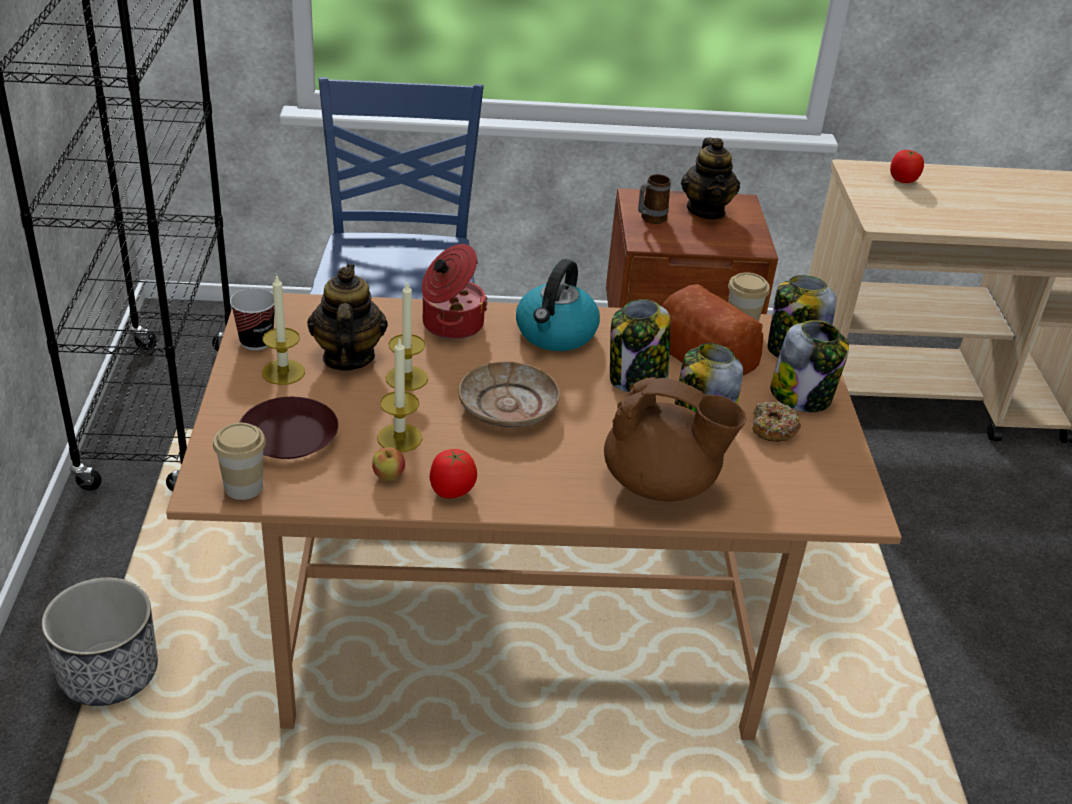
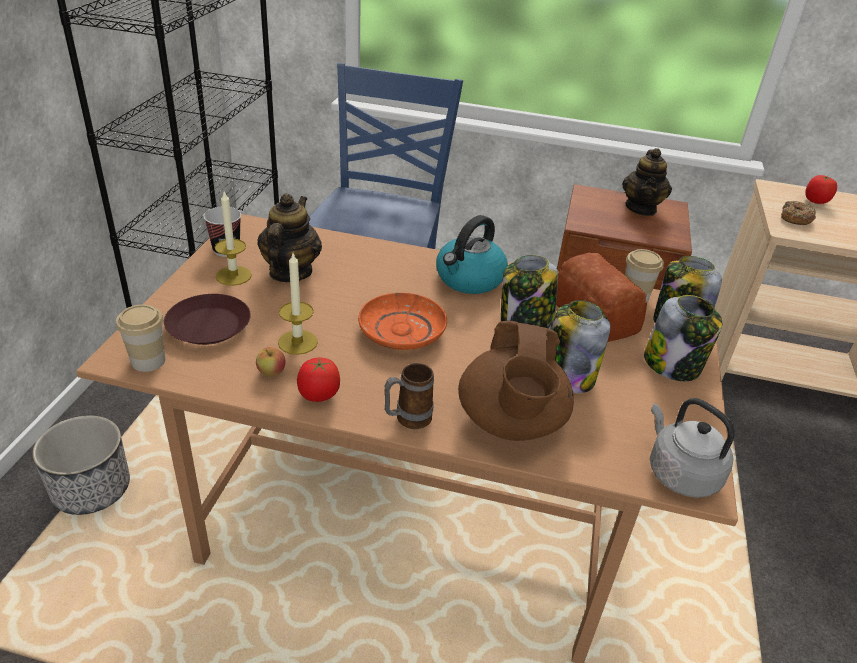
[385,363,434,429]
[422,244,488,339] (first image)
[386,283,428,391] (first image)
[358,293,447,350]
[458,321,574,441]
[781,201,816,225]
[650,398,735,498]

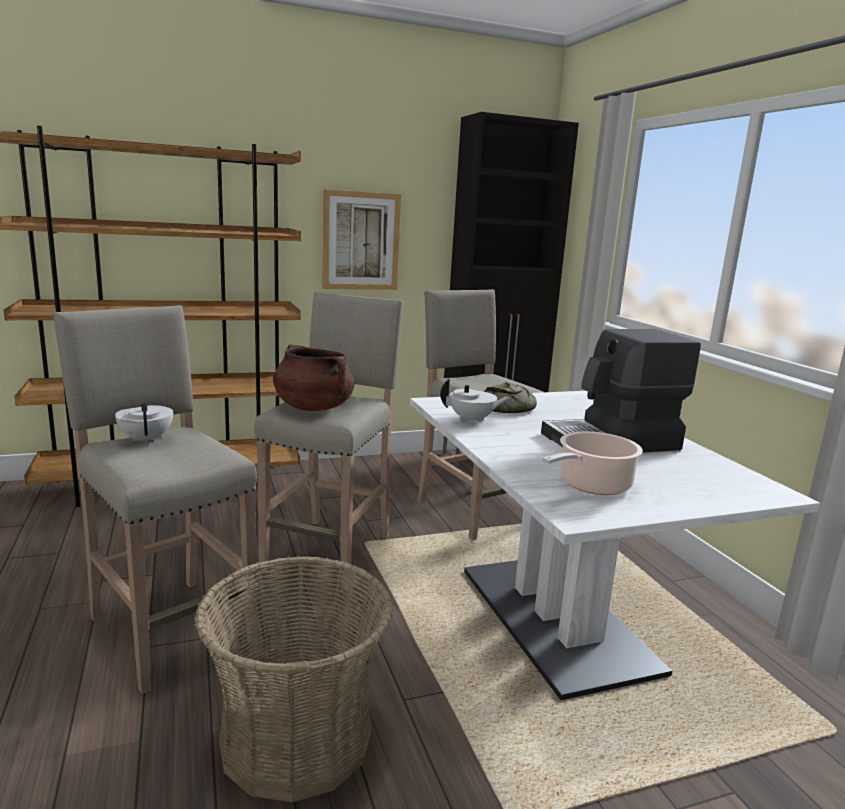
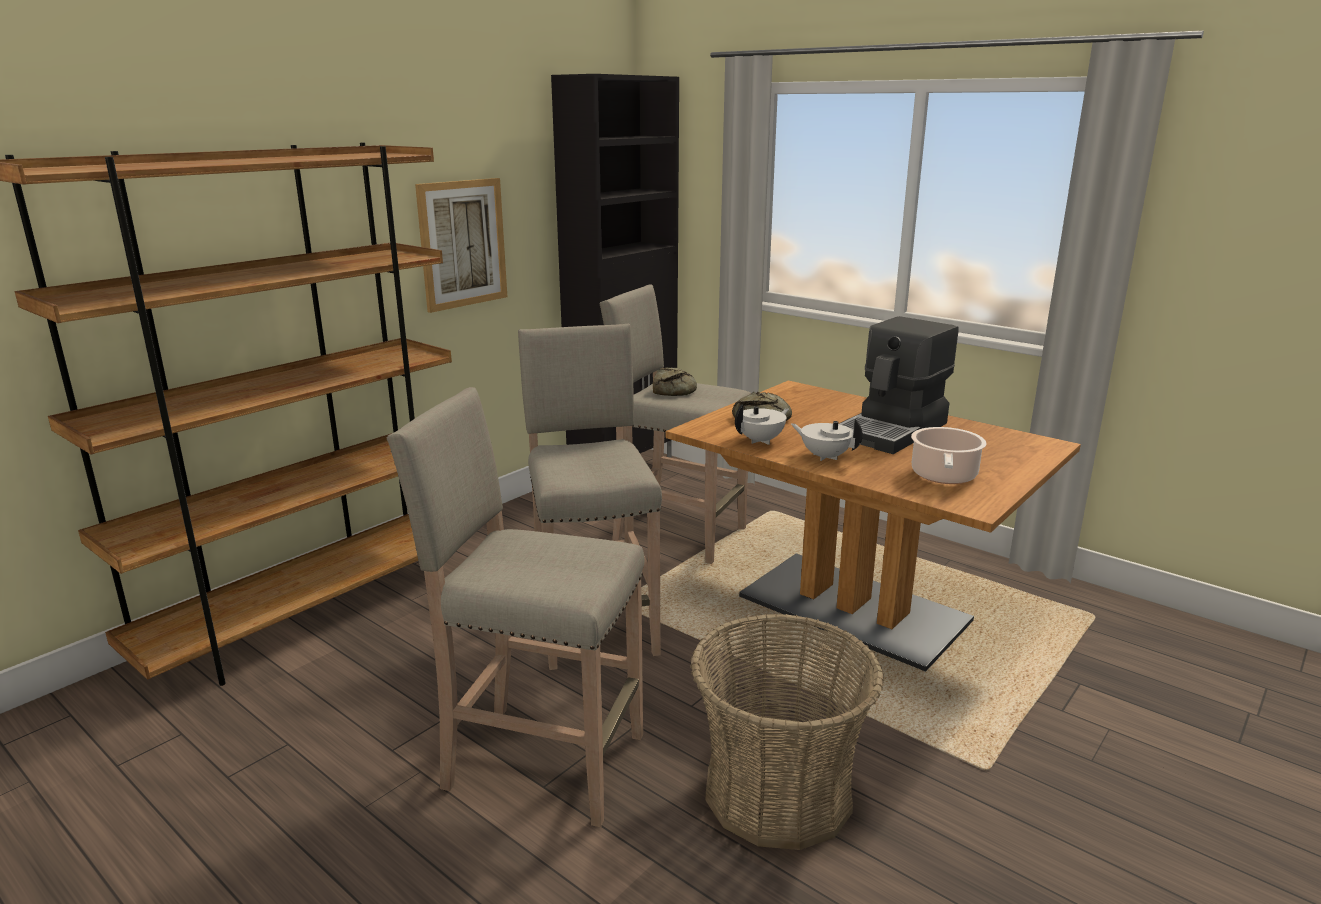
[273,344,355,411] (first image)
[666,380,1081,672]
[791,419,863,461]
[653,367,697,396]

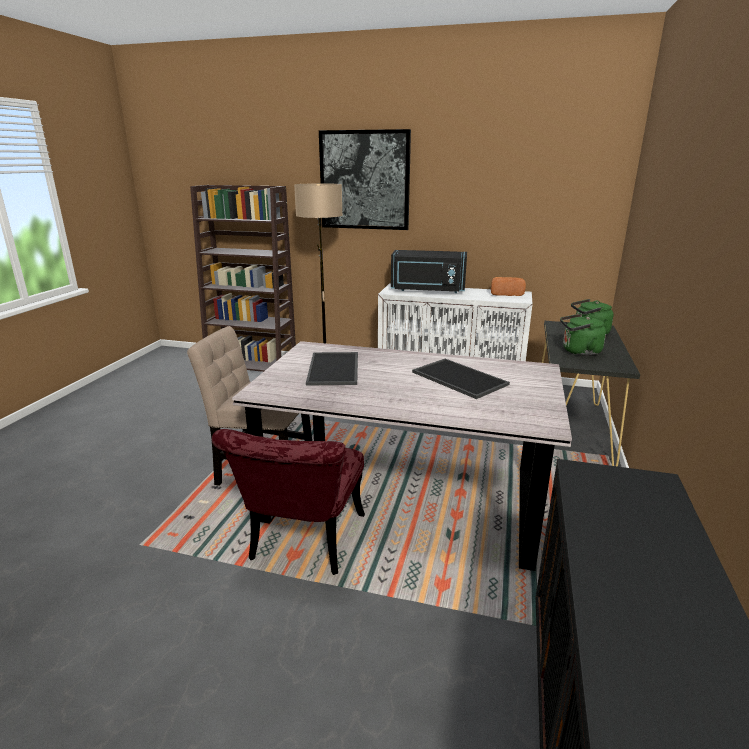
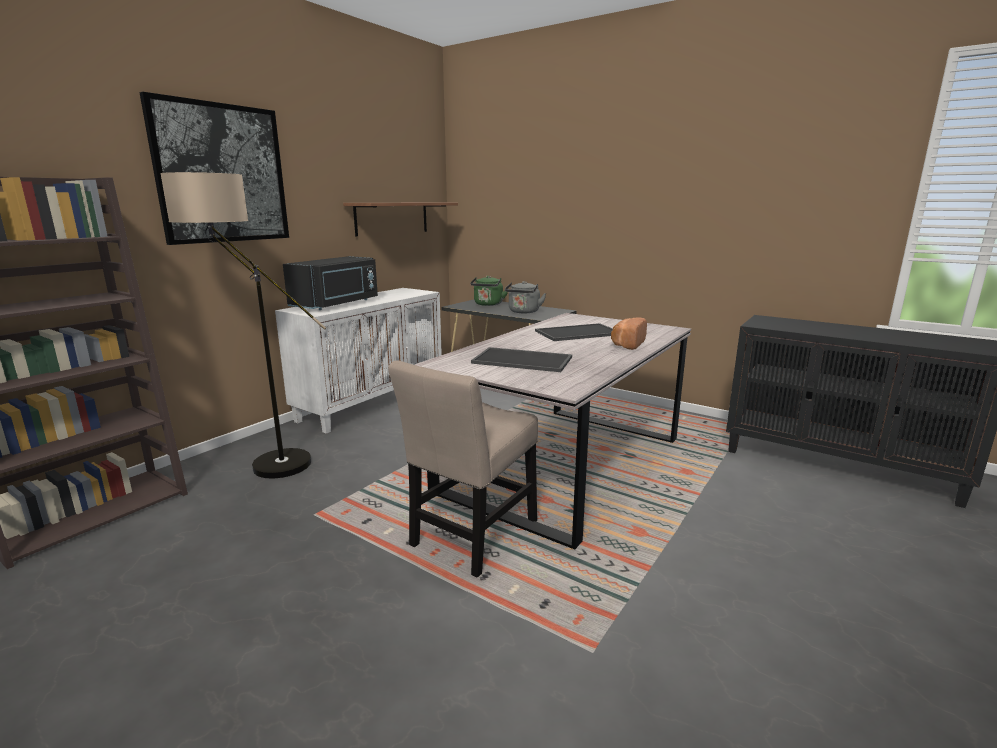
[611,318,647,350]
[505,281,546,313]
[212,429,365,575] (first image)
[343,203,458,236]

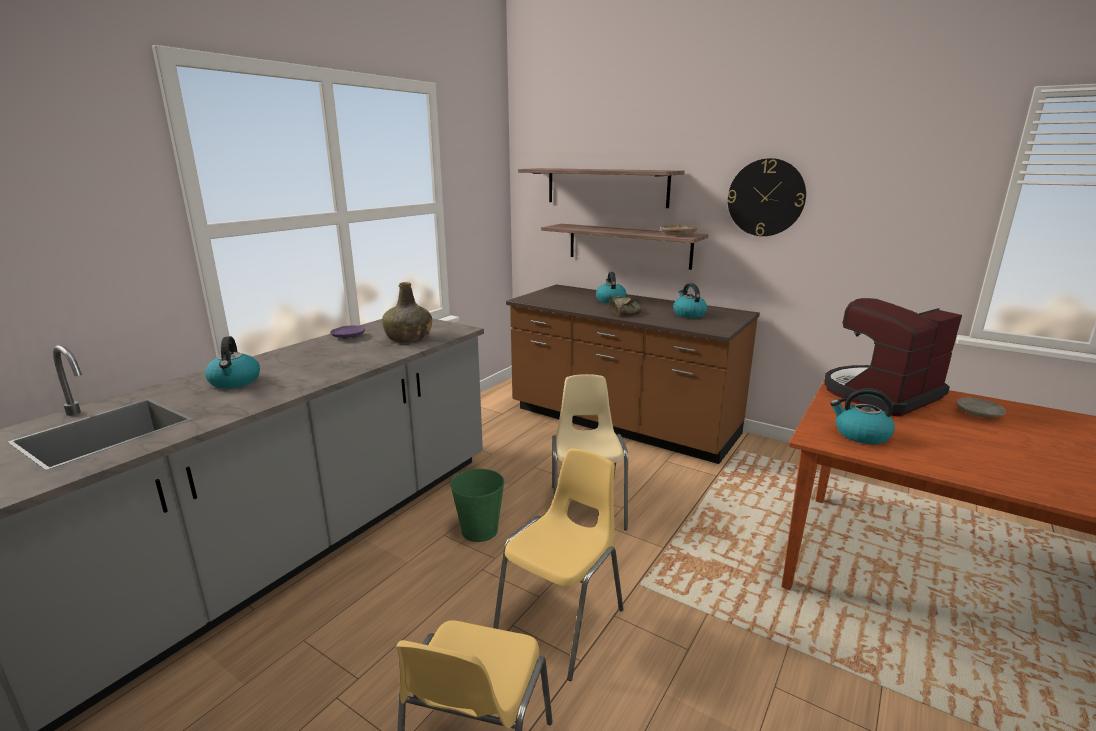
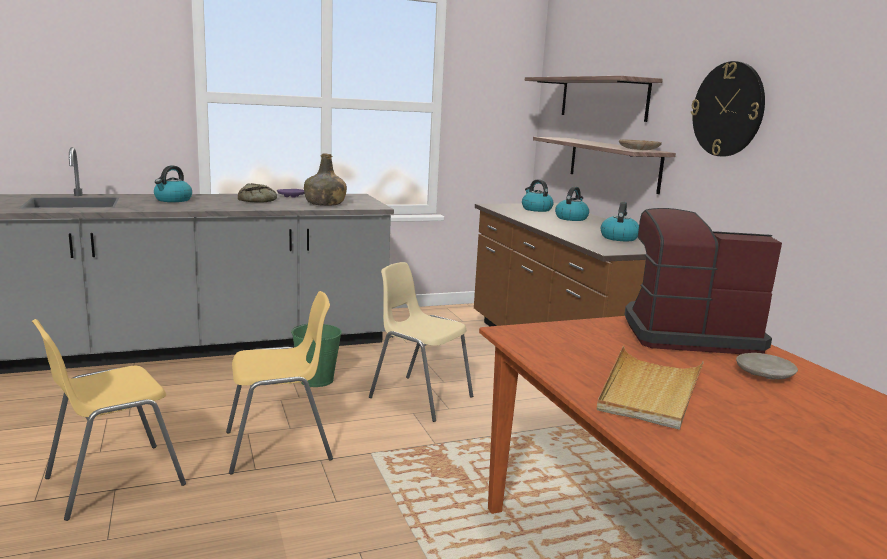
[238,183,277,203]
[369,262,473,422]
[522,179,554,212]
[597,346,704,430]

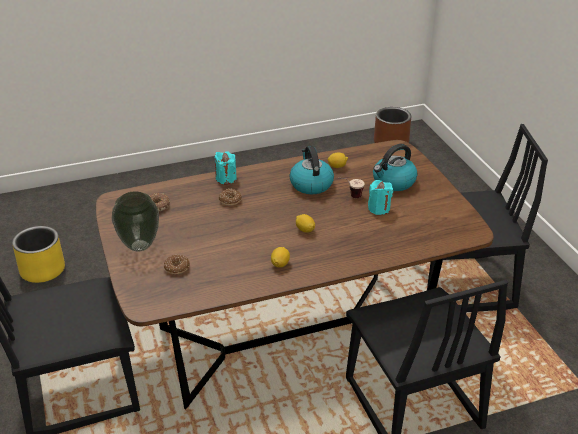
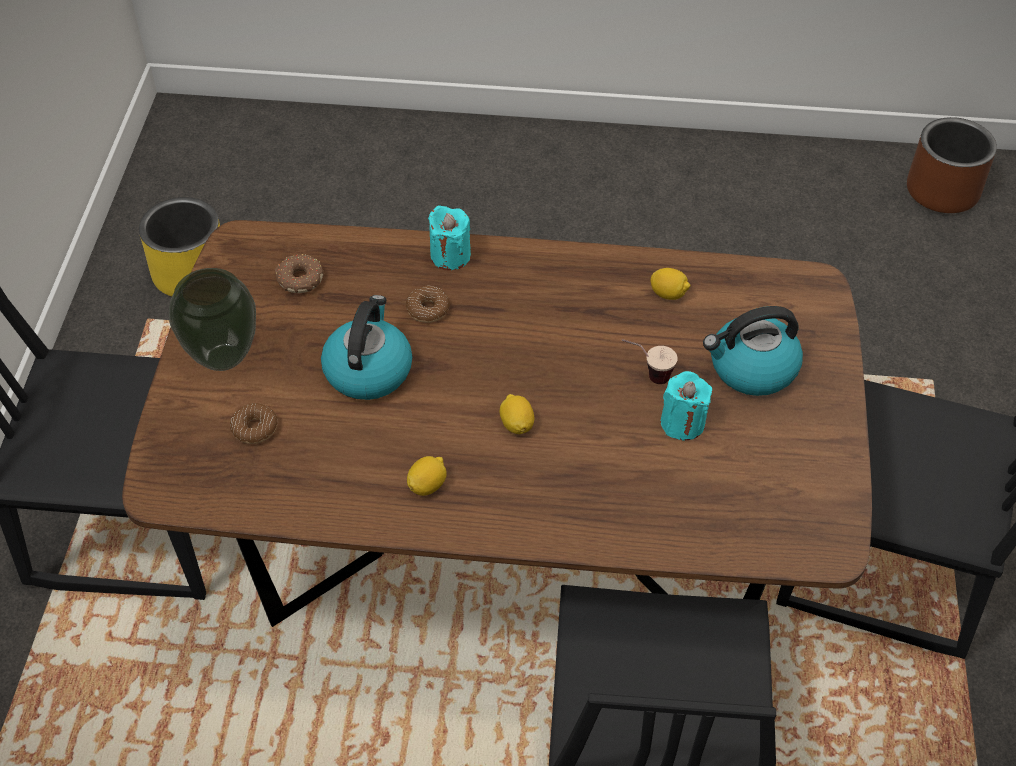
[321,295,412,400]

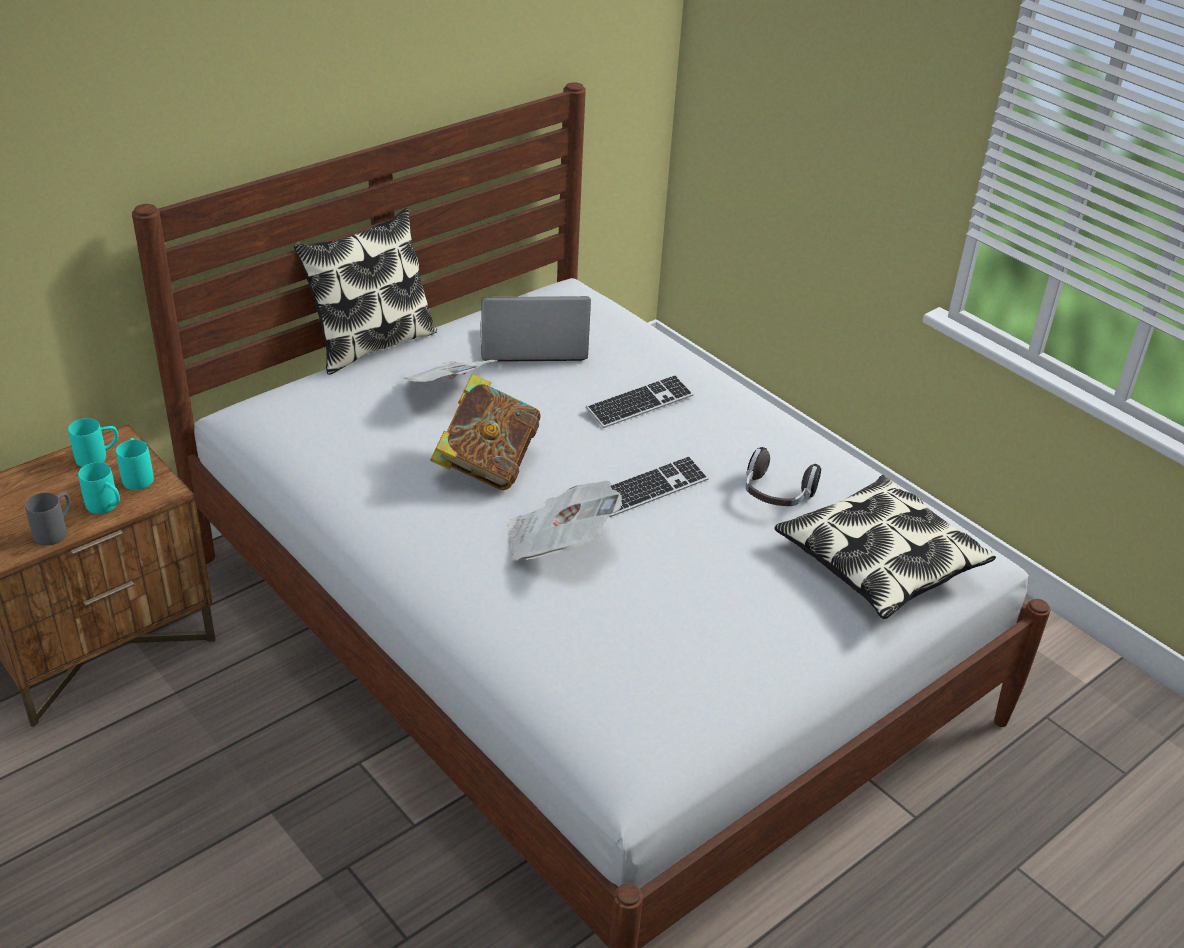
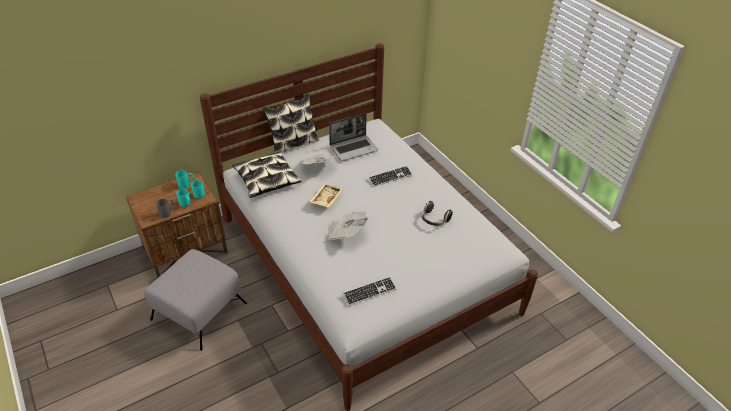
[329,113,378,161]
[309,183,343,208]
[343,277,397,306]
[232,151,302,198]
[144,249,247,351]

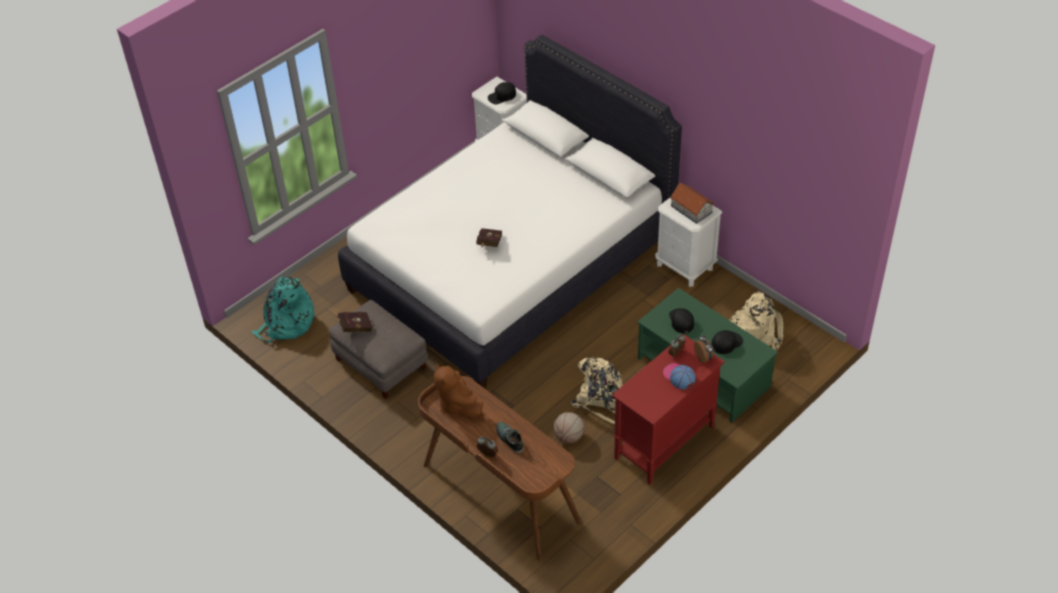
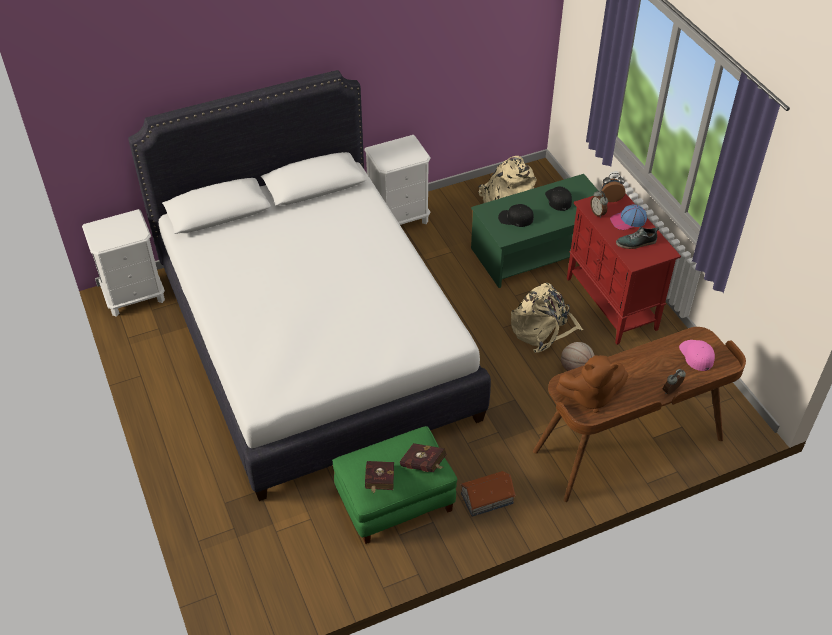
[488,82,516,104] (first image)
[460,471,516,517]
[400,443,447,472]
[252,276,314,343] (first image)
[332,426,457,544]
[616,227,659,249]
[679,340,715,371]

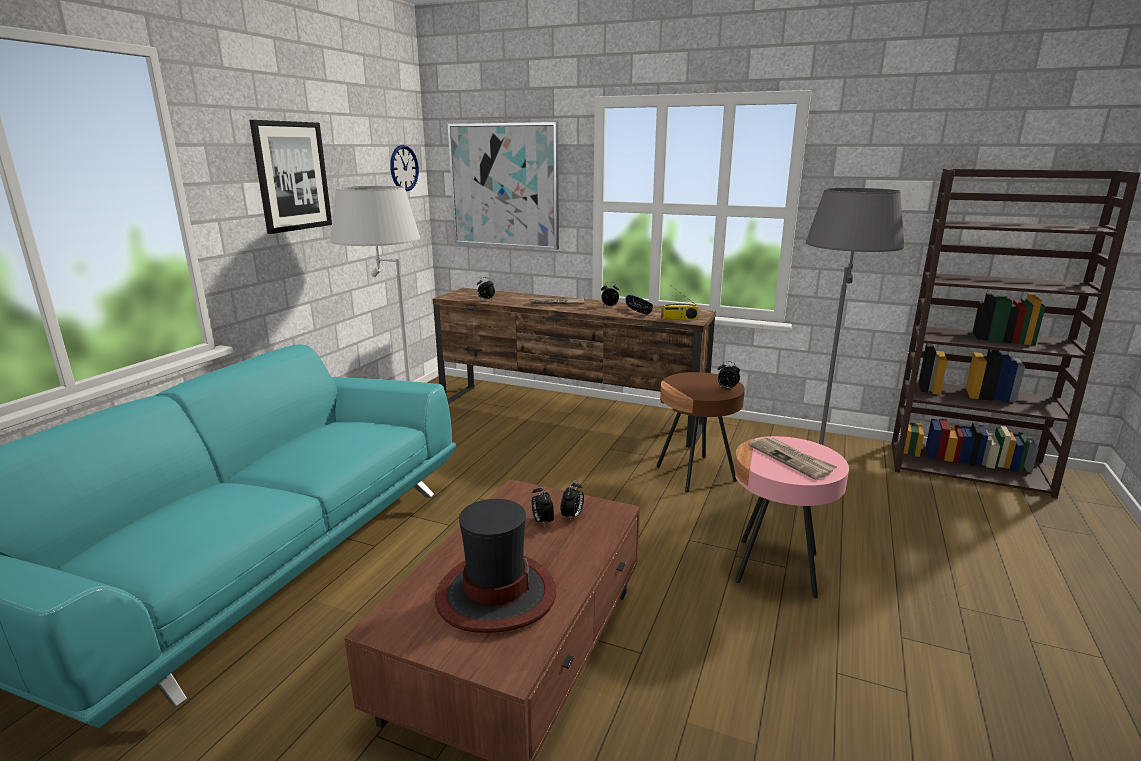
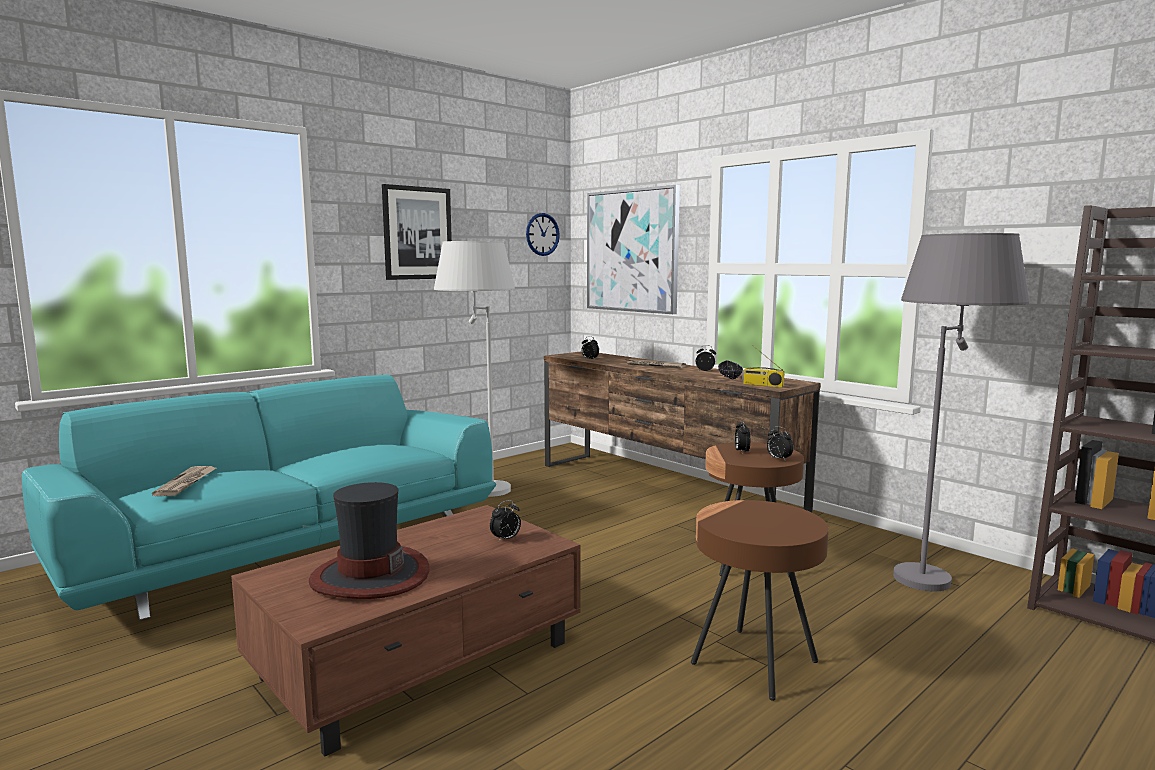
[691,500,829,701]
[152,466,216,496]
[735,420,750,454]

